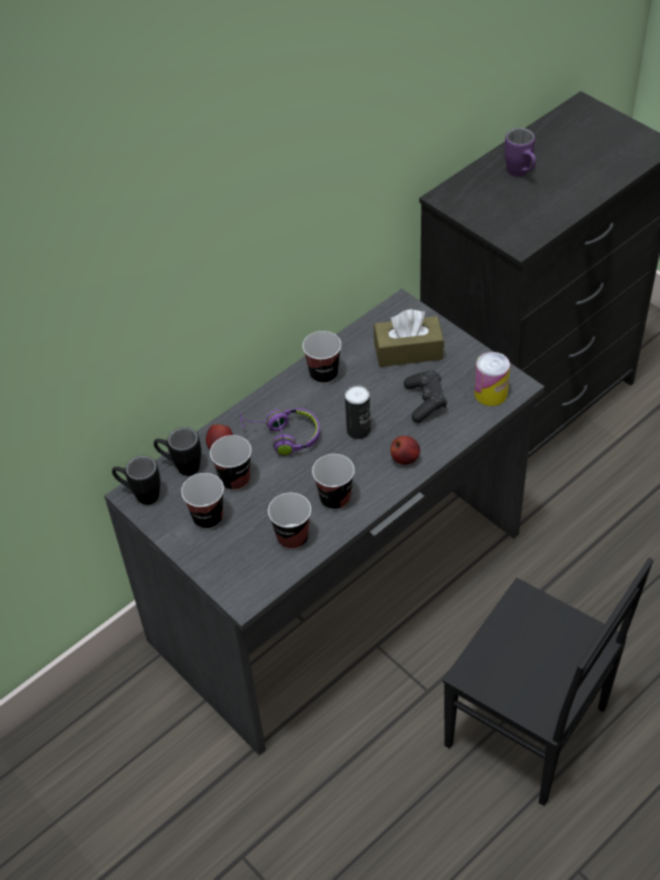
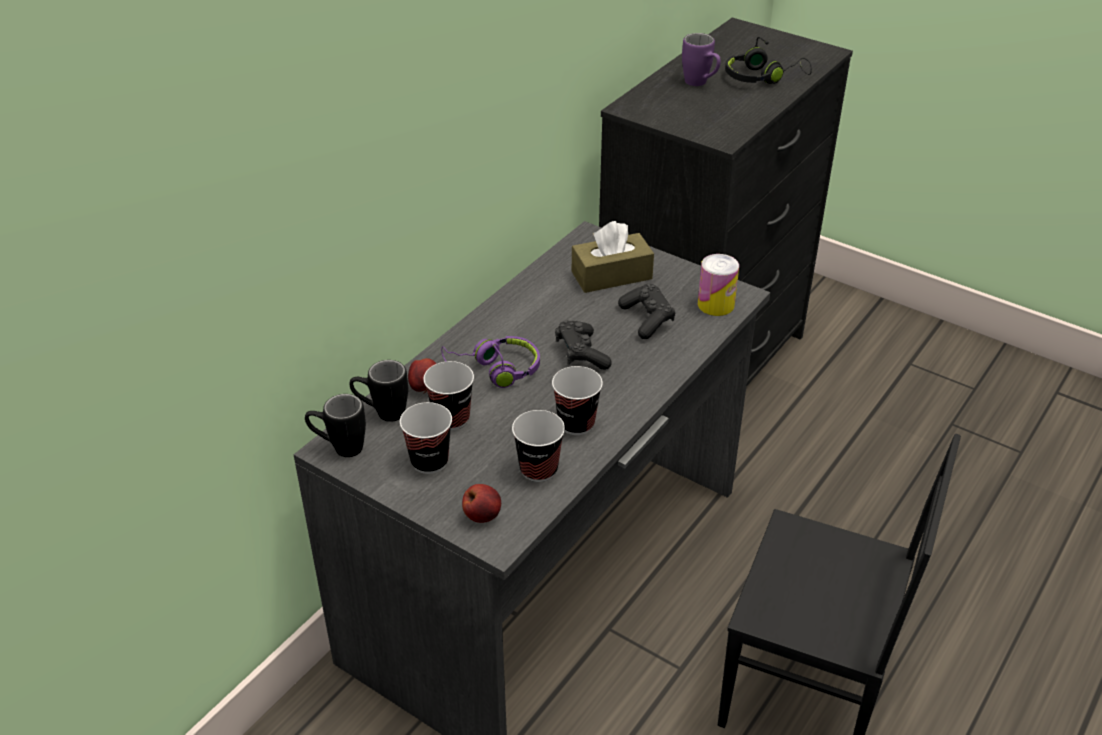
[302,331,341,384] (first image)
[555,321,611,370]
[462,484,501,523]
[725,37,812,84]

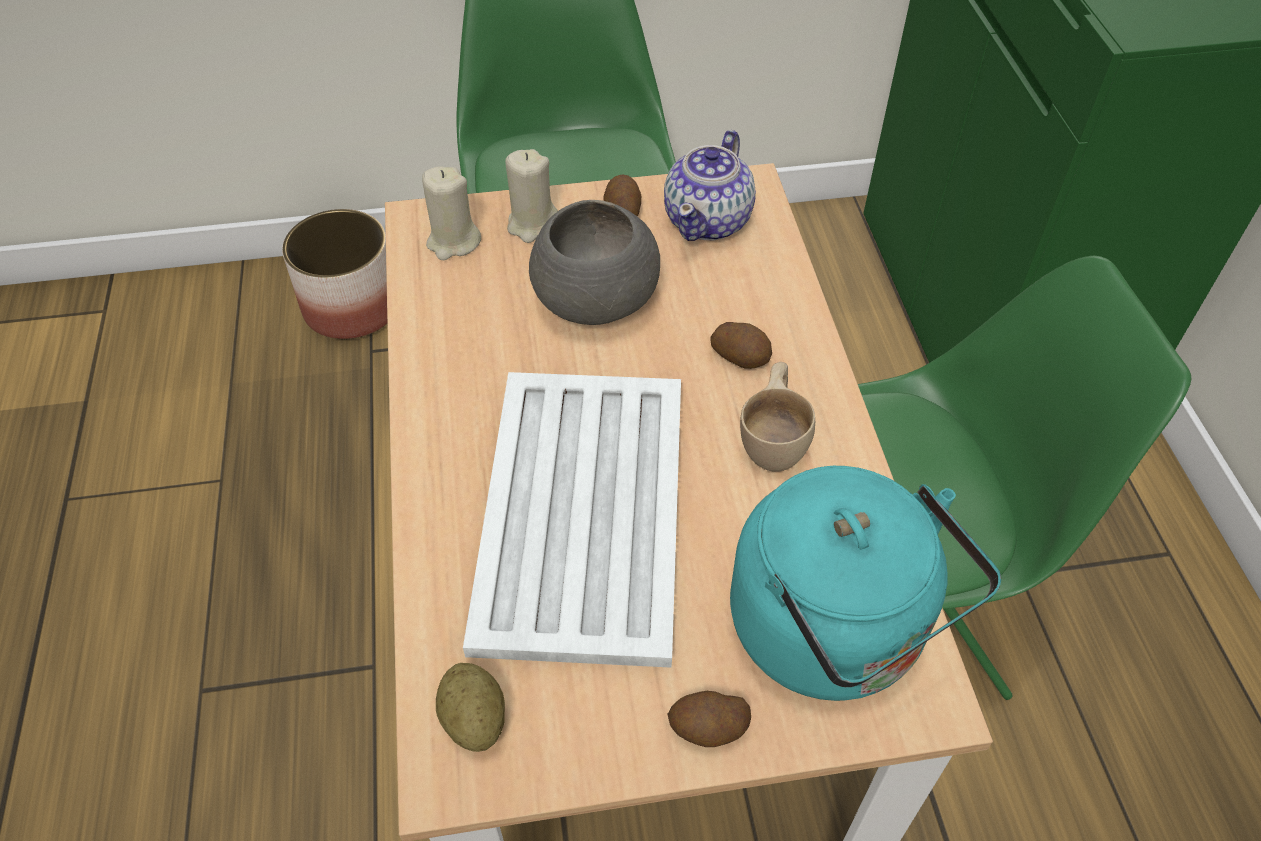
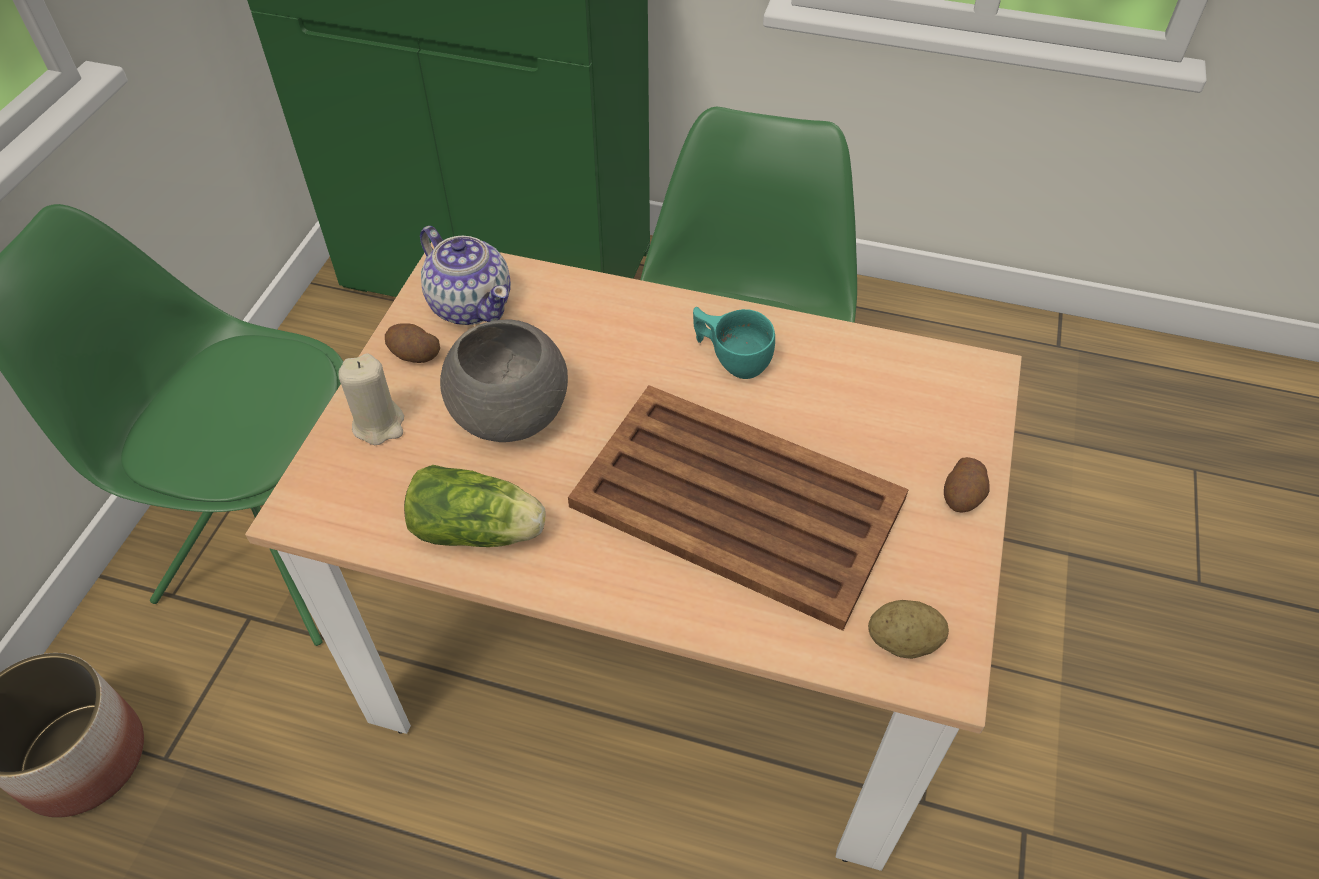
[422,167,481,260] (first image)
[710,322,772,369] (first image)
[693,307,775,379]
[568,385,909,631]
[730,466,1001,701] (first image)
[404,465,546,547]

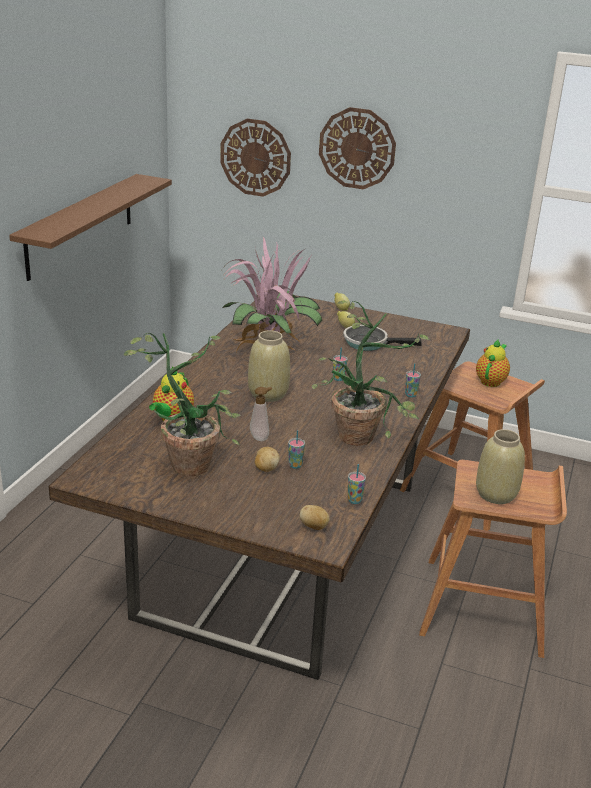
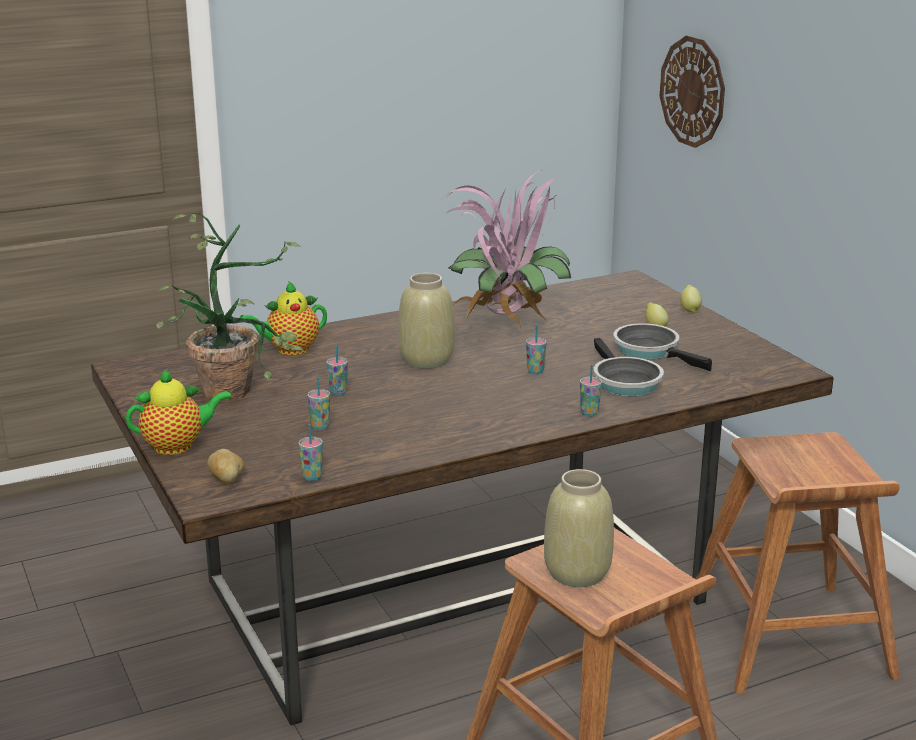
[319,107,396,189] (first image)
[9,174,172,281] (first image)
[312,301,430,446] (first image)
[126,368,232,455]
[326,345,348,396]
[255,447,280,472] (first image)
[594,338,664,397]

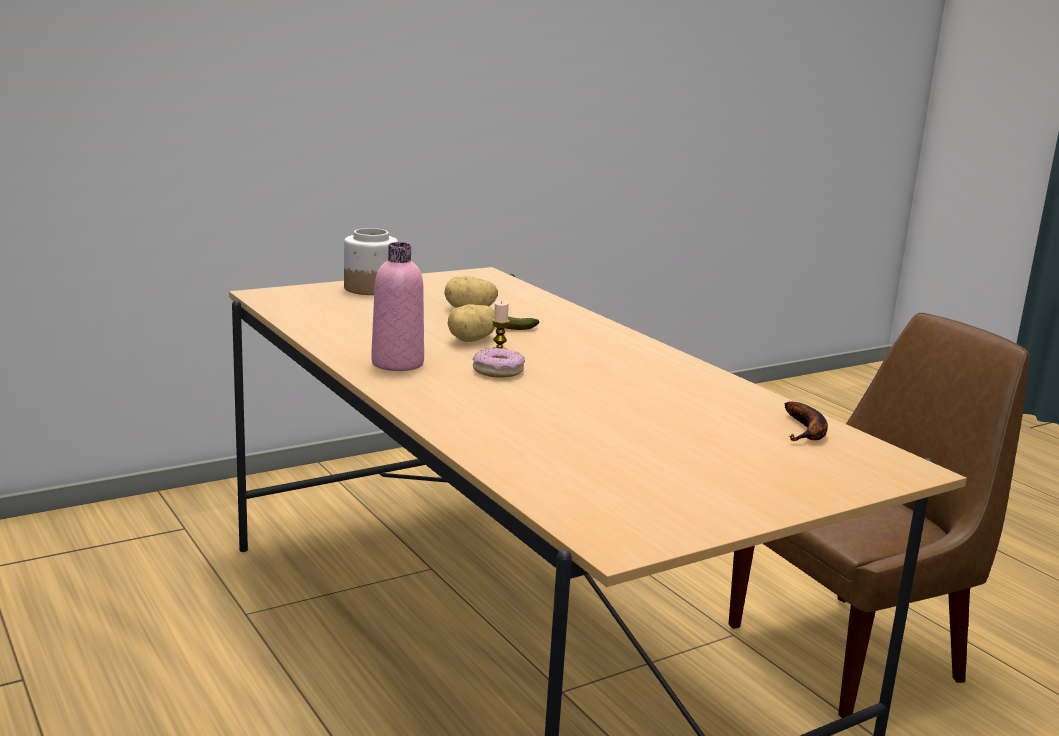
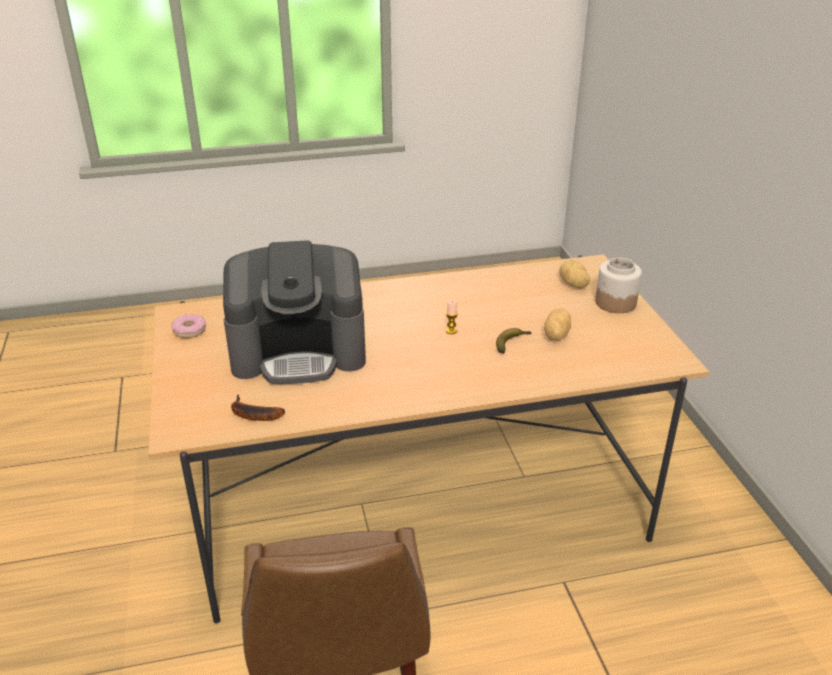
[371,242,424,371] (first image)
[559,260,590,288]
[171,314,206,338]
[223,240,366,384]

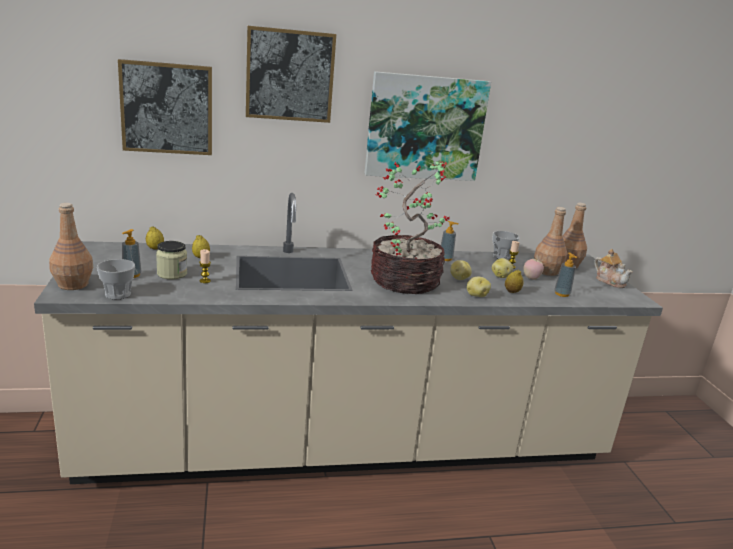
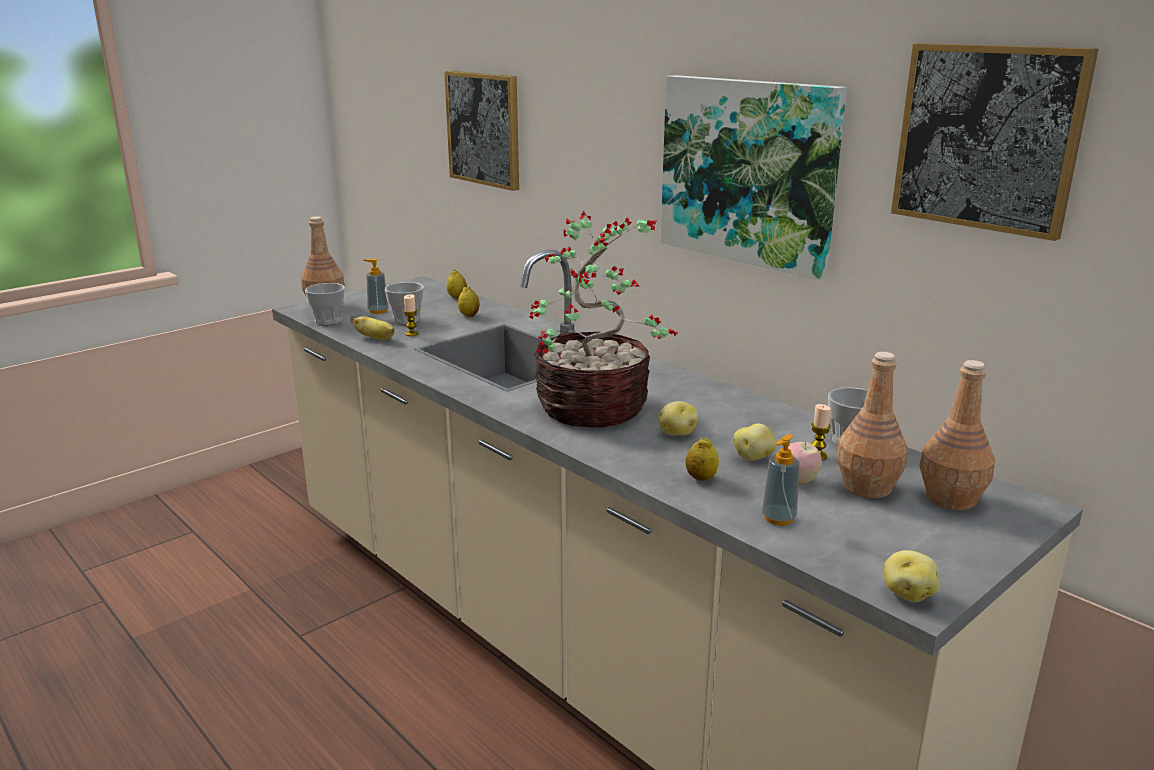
[891,43,1098,241]
[441,221,459,261] (first image)
[385,282,424,325]
[594,249,633,288] (first image)
[884,550,939,602]
[350,315,395,340]

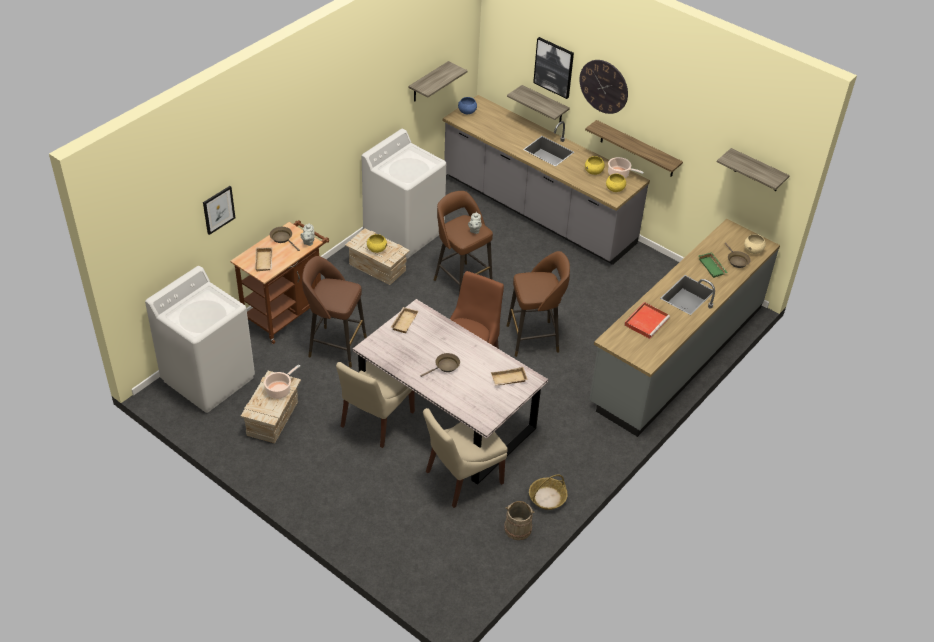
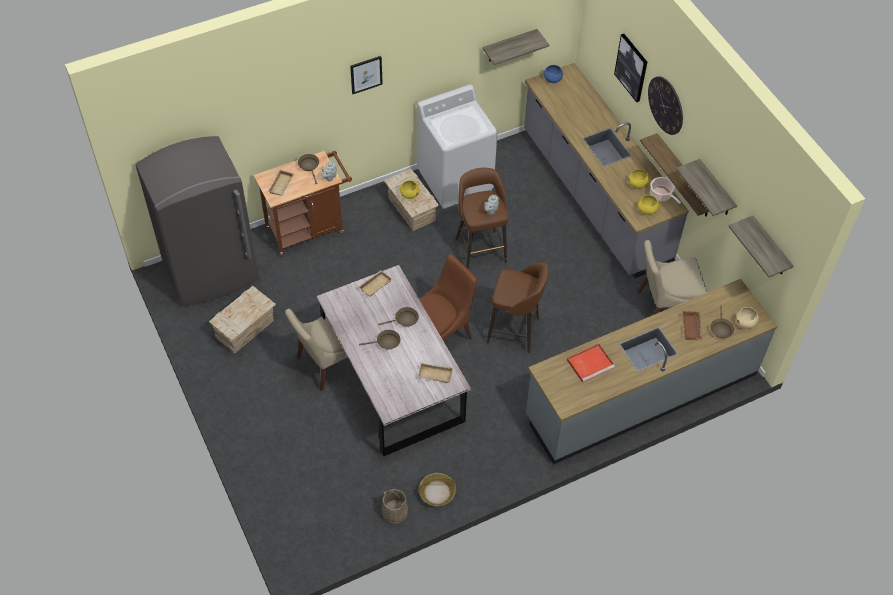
[676,159,737,216]
[350,56,383,94]
[683,311,702,340]
[302,256,367,368] (first image)
[136,136,259,307]
[264,364,300,399] (first image)
[637,240,707,315]
[378,307,419,327]

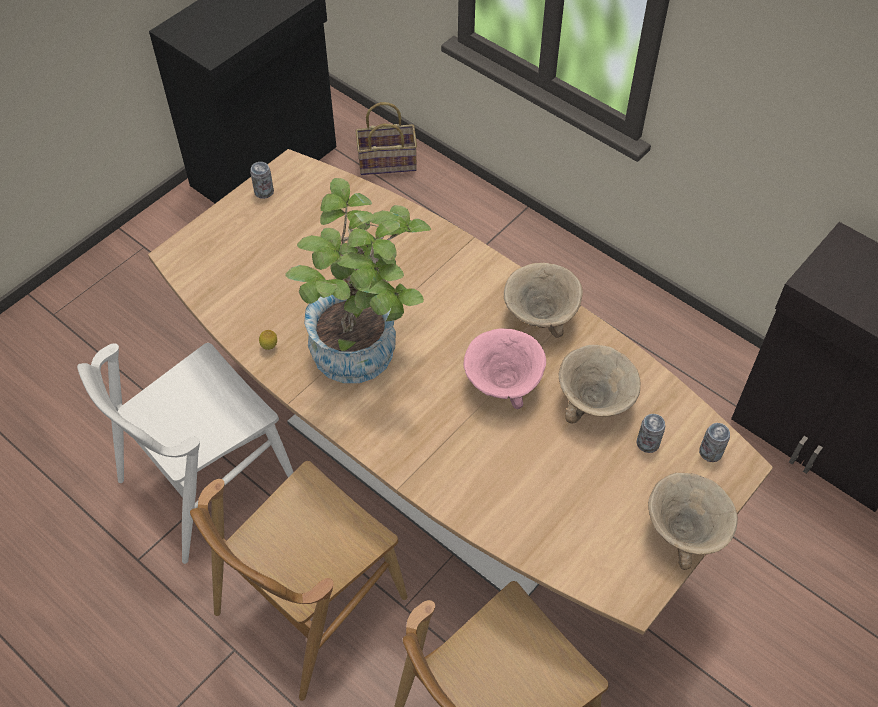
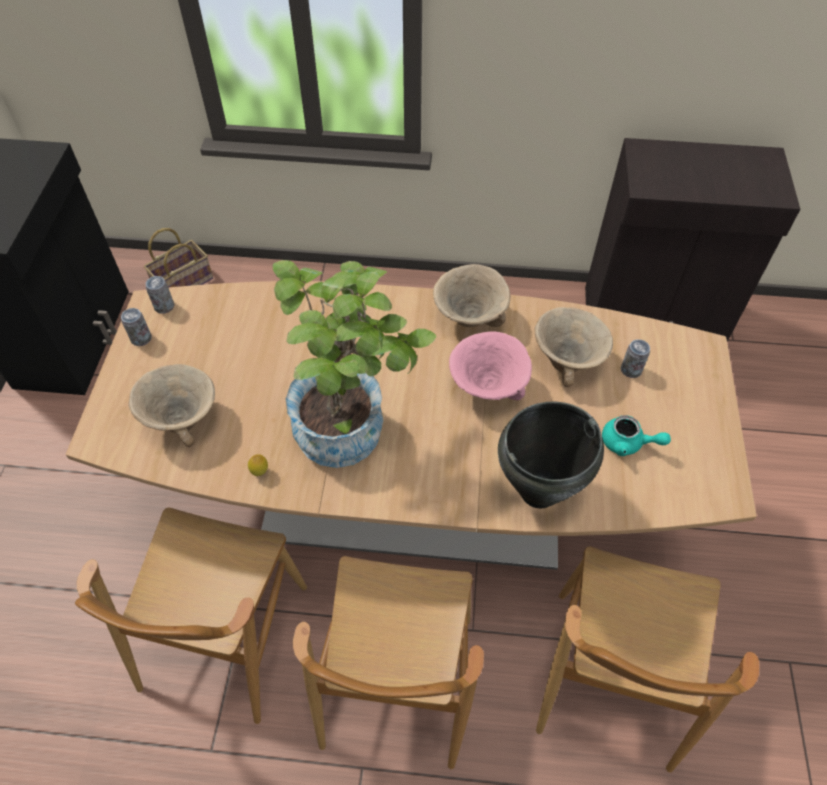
[75,507,307,724]
[146,276,174,314]
[128,364,215,447]
[498,401,604,509]
[602,415,671,456]

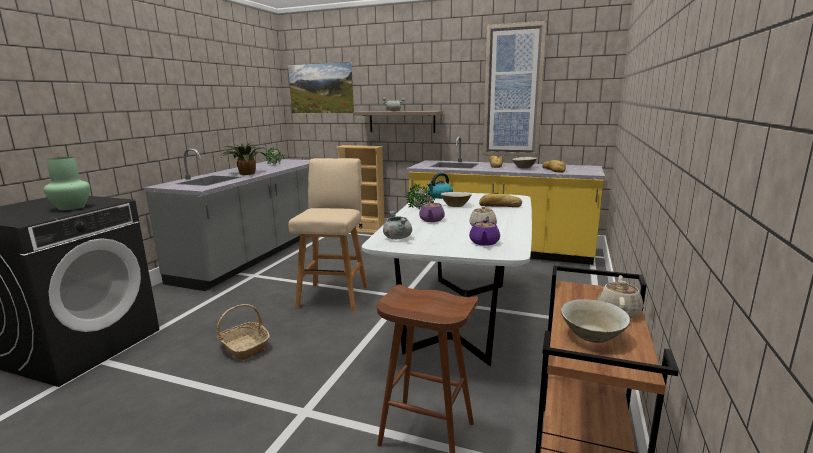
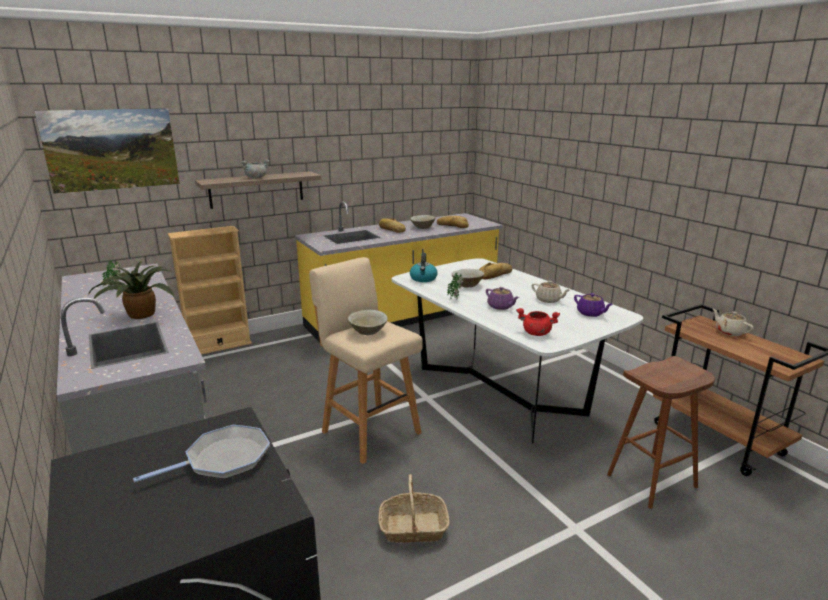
[483,21,547,157] (first image)
[133,425,270,483]
[516,308,560,336]
[348,310,388,335]

